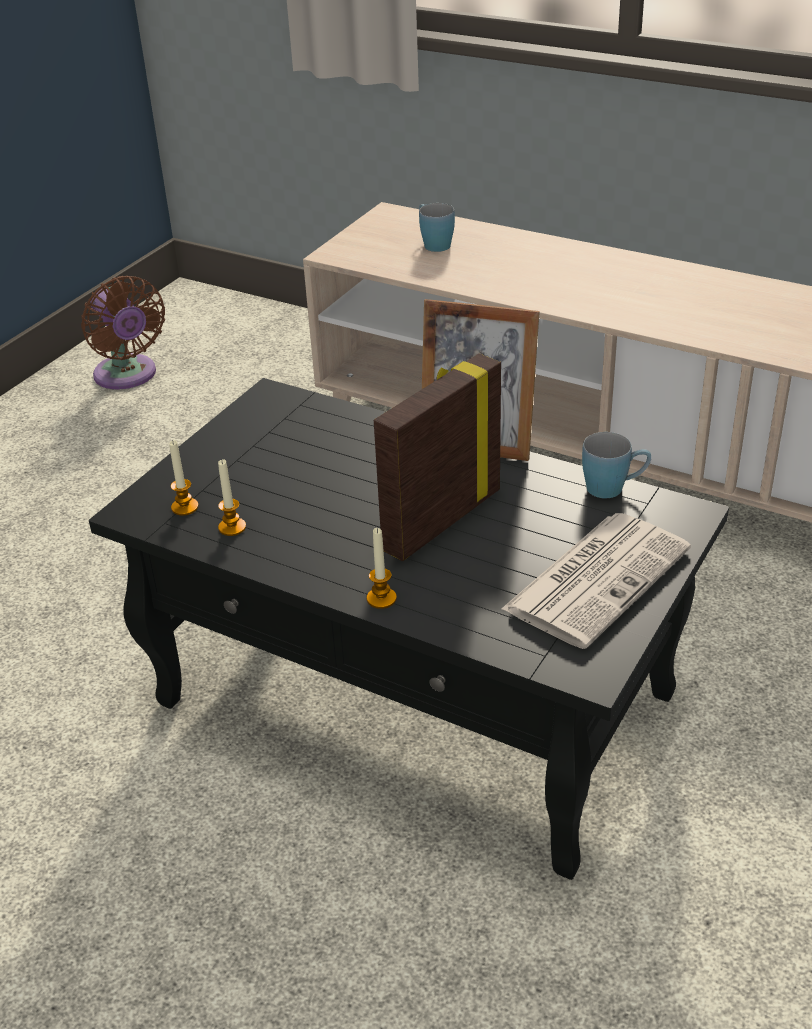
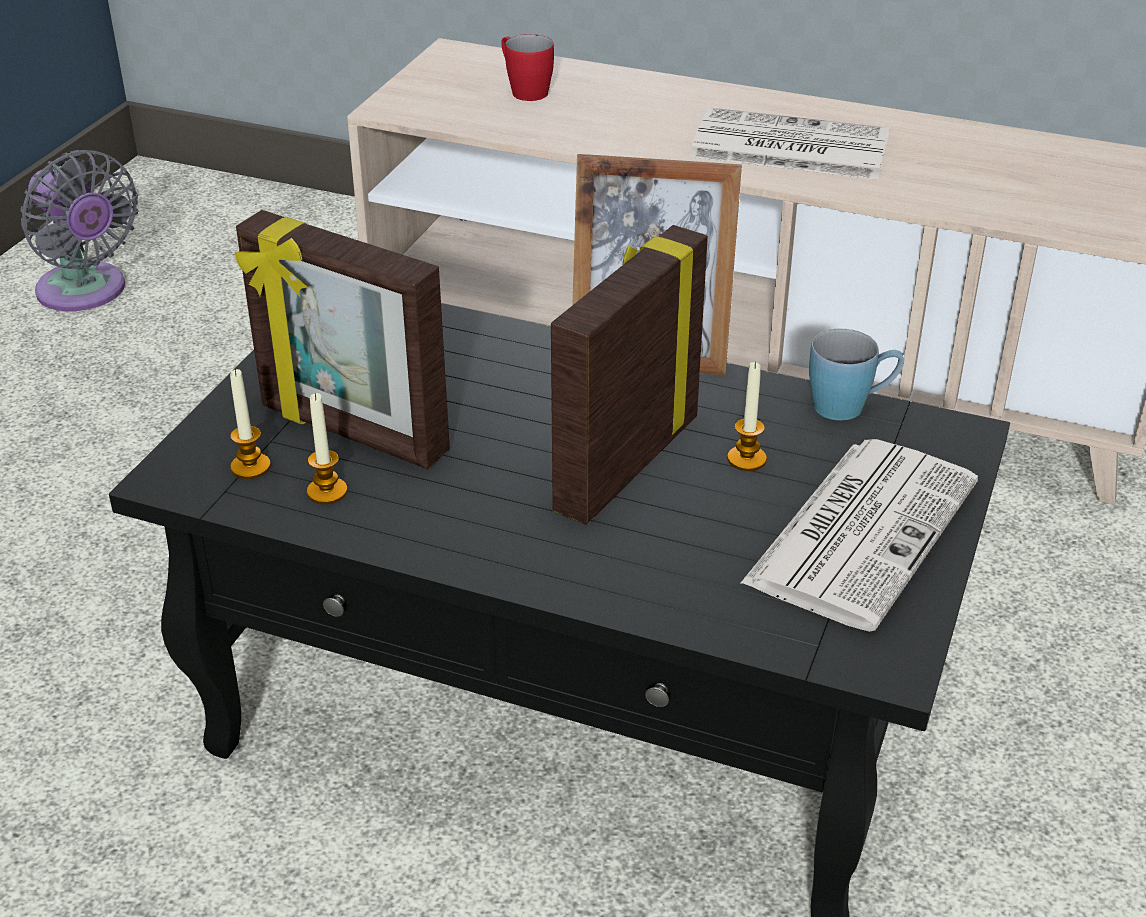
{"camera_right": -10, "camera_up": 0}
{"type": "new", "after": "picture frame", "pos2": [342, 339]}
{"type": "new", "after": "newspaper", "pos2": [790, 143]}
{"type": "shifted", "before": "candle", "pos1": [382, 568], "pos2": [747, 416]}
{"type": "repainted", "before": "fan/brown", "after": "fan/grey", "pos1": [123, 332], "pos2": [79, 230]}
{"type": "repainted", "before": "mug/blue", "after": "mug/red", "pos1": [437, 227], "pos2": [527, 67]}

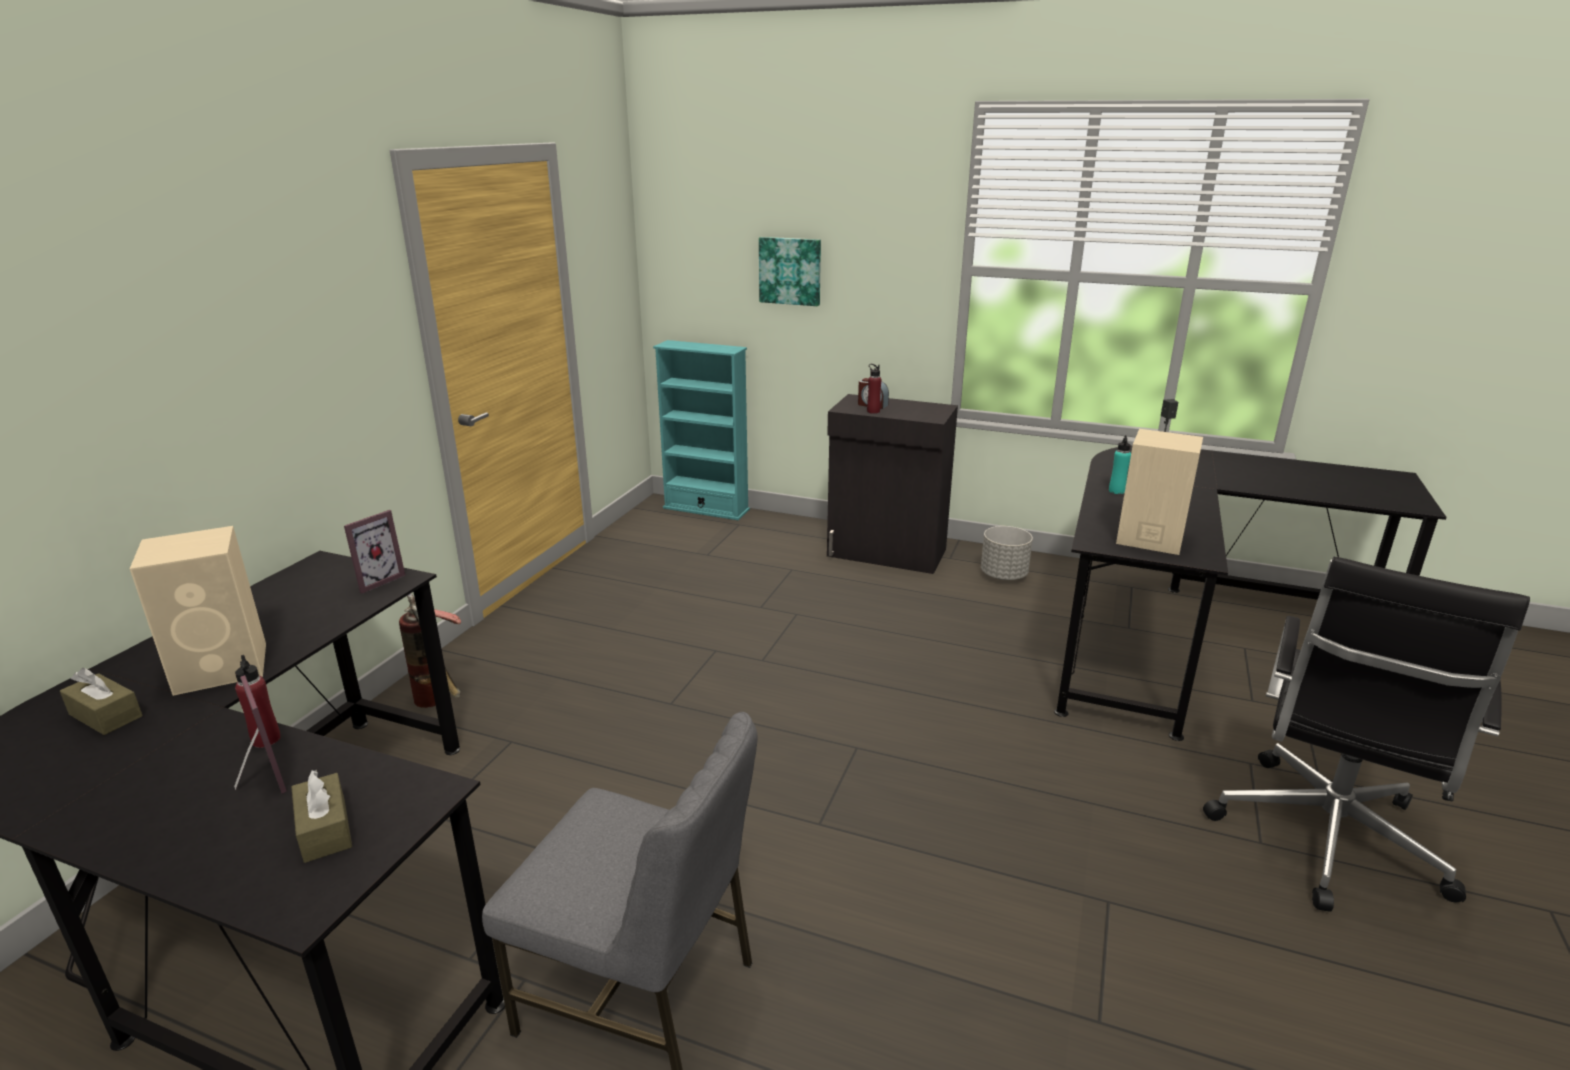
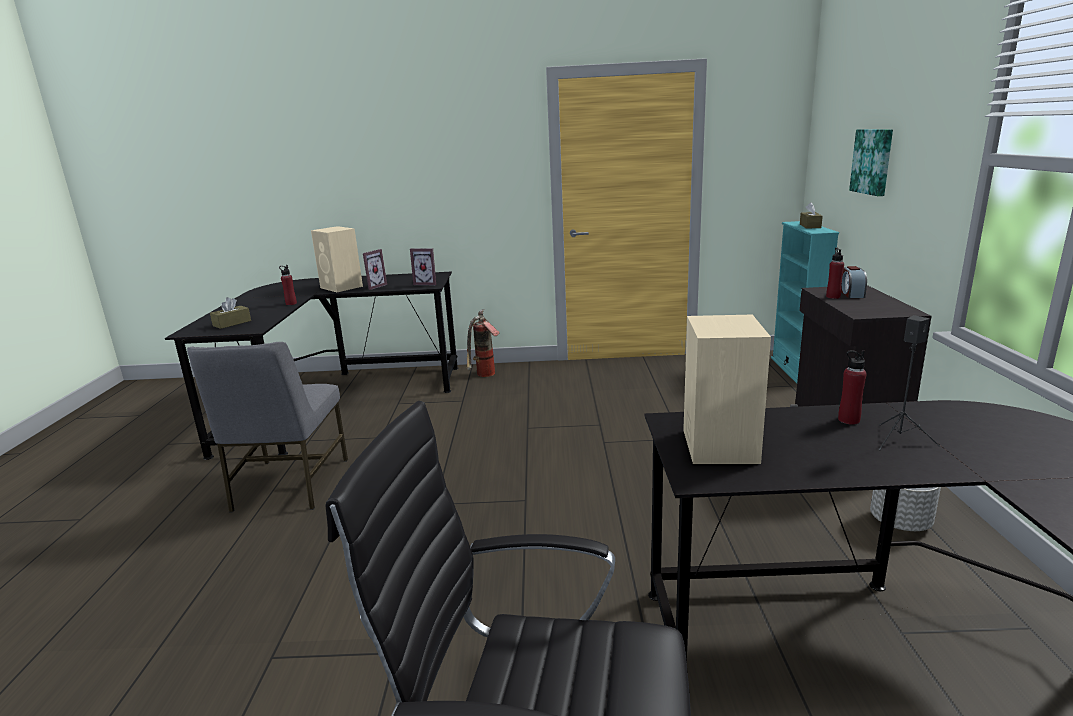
{"camera_right": 70, "camera_up": -5}
{"type": "shifted", "before": "tissue box/brown", "pos1": [101, 701], "pos2": [811, 215]}
{"type": "shifted", "before": "picture frame", "pos1": [260, 734], "pos2": [375, 269]}
{"type": "repainted", "before": "bottle/turquoise", "after": "bottle/red", "pos1": [1120, 464], "pos2": [852, 387]}

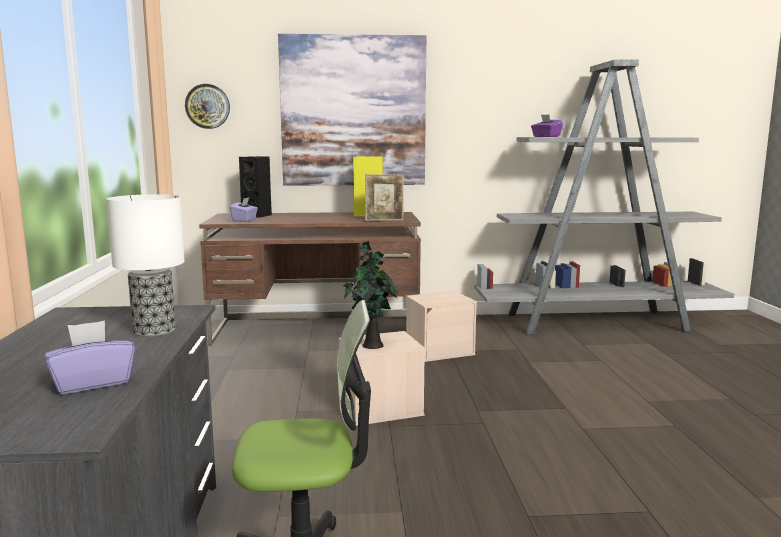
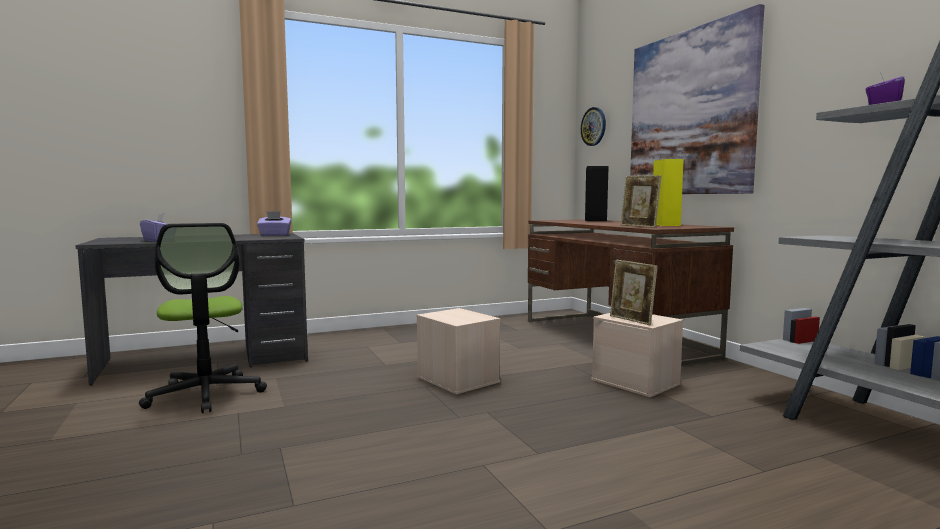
{"camera_right": 70, "camera_up": -5}
{"type": "gone", "before": "table lamp", "pos1": [145, 265]}
{"type": "gone", "before": "potted plant", "pos1": [371, 295]}
{"type": "new", "after": "picture frame", "pos2": [634, 292]}
{"type": "shifted", "before": "tissue box/purple", "pos1": [244, 210], "pos2": [274, 223]}

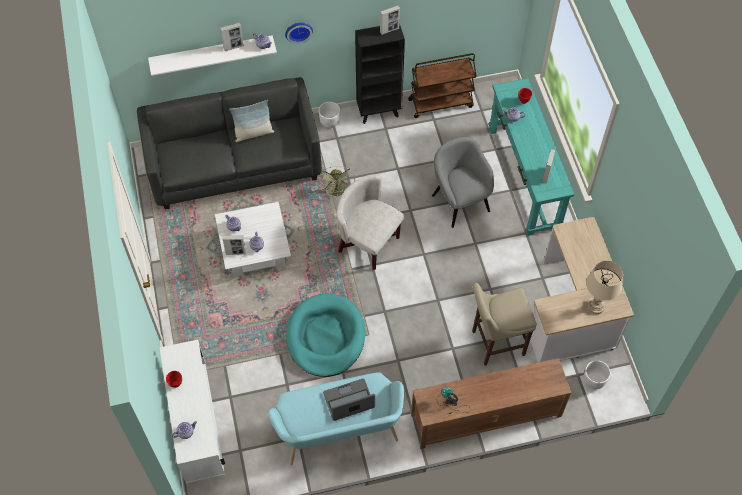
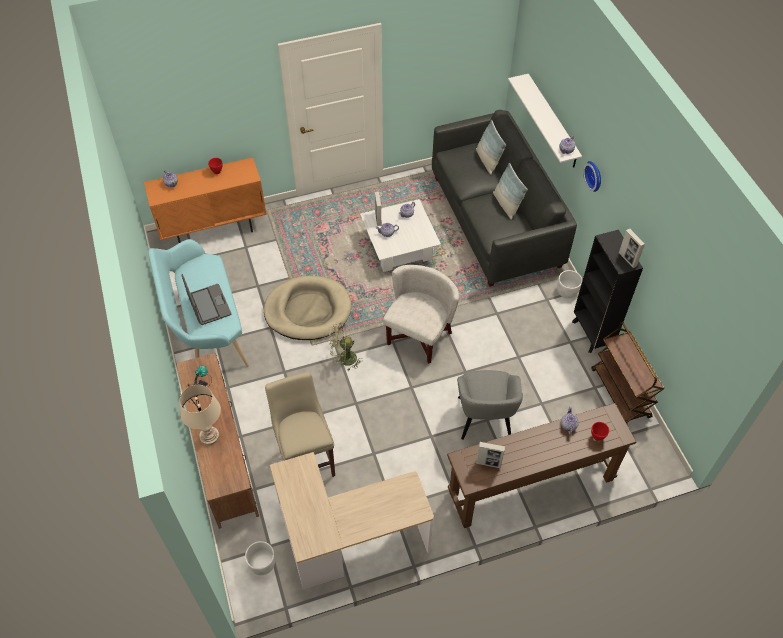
{"camera_right": 85, "camera_up": -5}
{"type": "gone", "before": "picture frame", "pos1": [232, 37]}
{"type": "new", "after": "pillow", "pos2": [491, 147]}
{"type": "shifted", "before": "fan/green", "pos1": [336, 181], "pos2": [346, 347]}
{"type": "shifted", "before": "table lamp/beige", "pos1": [604, 287], "pos2": [200, 415]}
{"type": "repainted", "before": "cabinet/white", "after": "cabinet/orange", "pos1": [192, 411], "pos2": [205, 200]}
{"type": "repainted", "before": "dog bed/turquoise", "after": "dog bed/beige", "pos1": [325, 335], "pos2": [308, 308]}
{"type": "repainted", "before": "console table/turquoise", "after": "console table/brown", "pos1": [531, 157], "pos2": [542, 465]}
{"type": "rotated", "before": "armchair/grey", "pos1": [463, 182], "pos2": [490, 405], "turn": 120}

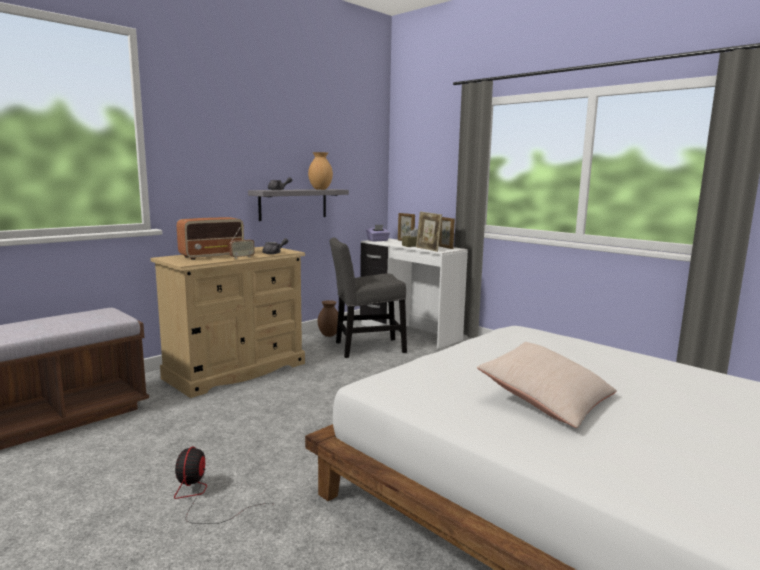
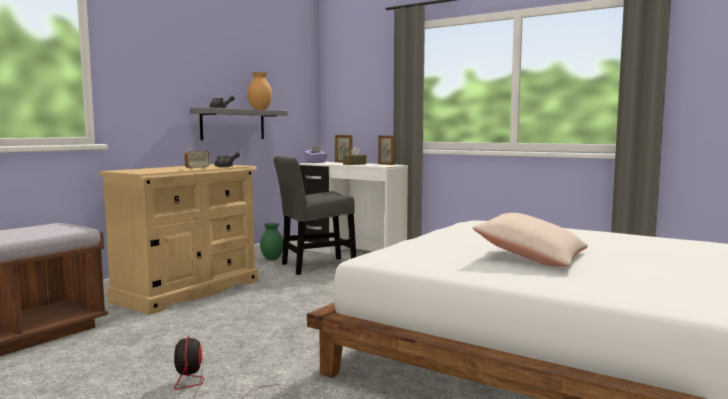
{"camera_right": -10, "camera_up": -5}
{"type": "gone", "before": "radio", "pos1": [210, 238]}
{"type": "gone", "before": "picture frame", "pos1": [429, 231]}
{"type": "repainted", "before": "vase/brown", "after": "vase/green", "pos1": [328, 318], "pos2": [271, 241]}

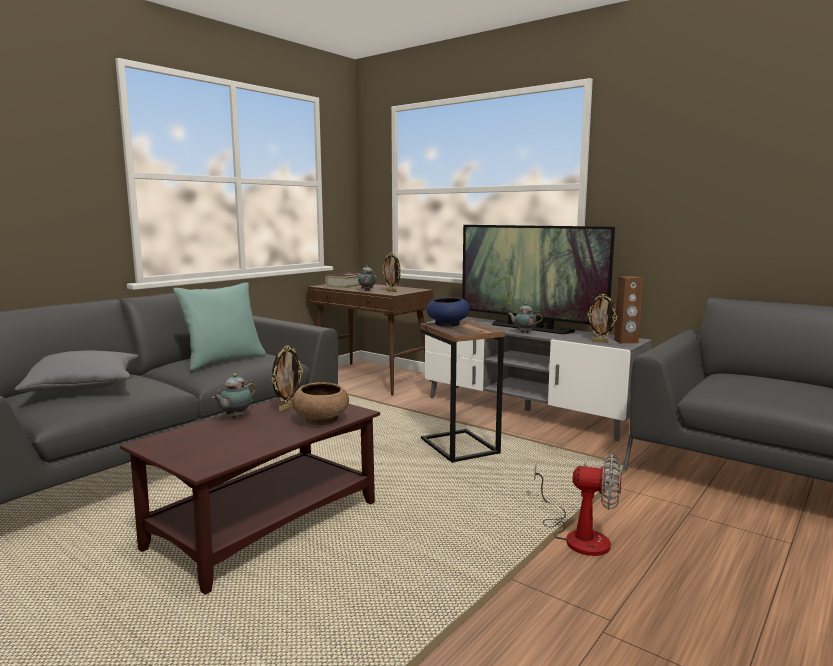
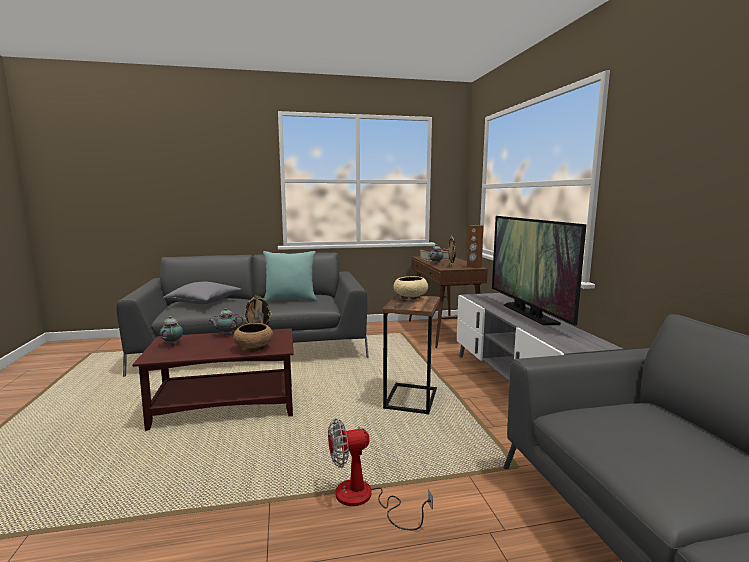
{"camera_right": 40, "camera_up": 0}
{"type": "gone", "before": "picture frame", "pos1": [602, 318]}
{"type": "shifted", "before": "teapot", "pos1": [525, 318], "pos2": [171, 331]}
{"type": "shifted", "before": "speaker/brown", "pos1": [628, 310], "pos2": [475, 246]}
{"type": "repainted", "before": "bowl/blue", "after": "bowl/beige", "pos1": [448, 311], "pos2": [410, 288]}
{"type": "rotated", "before": "fan", "pos1": [578, 505], "pos2": [380, 474], "turn": 105}

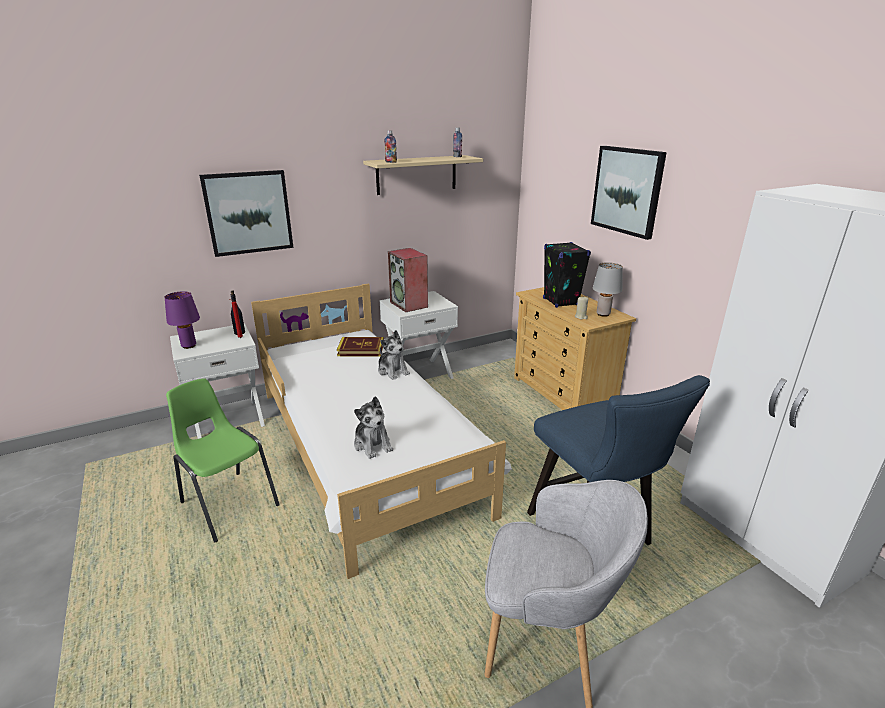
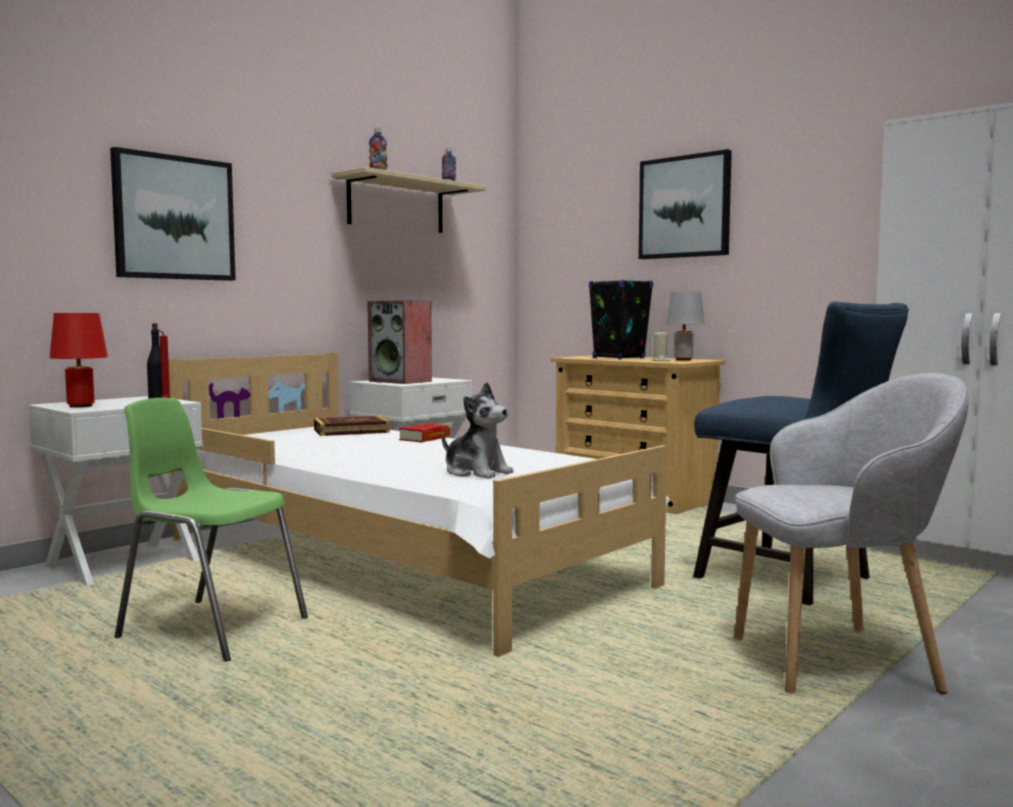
{"camera_right": -20, "camera_up": -20}
{"type": "swapped", "before": "plush toy", "after": "book", "pos1": [394, 355], "pos2": [424, 432]}
{"type": "repainted", "before": "table lamp/purple", "after": "table lamp/red", "pos1": [182, 320], "pos2": [79, 360]}

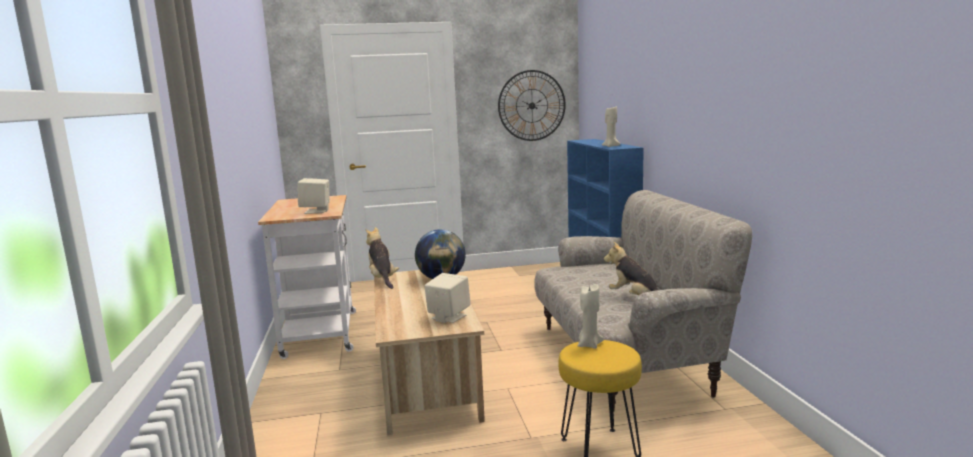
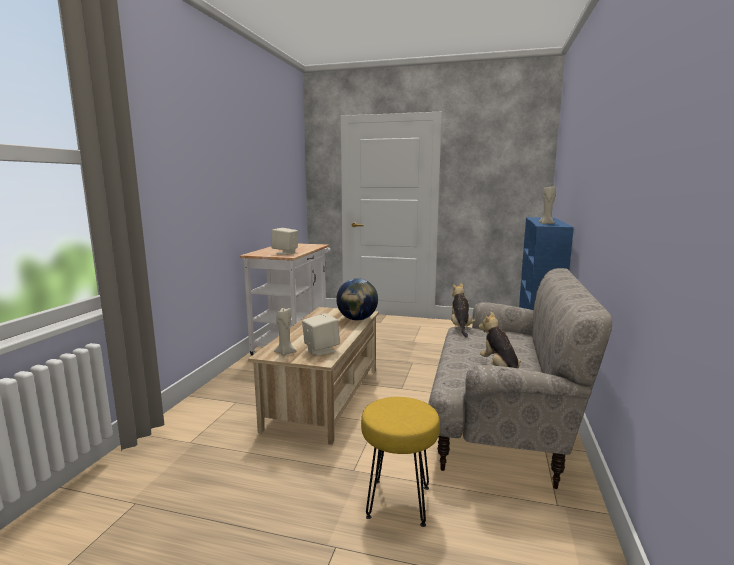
{"camera_right": 25, "camera_up": 0}
{"type": "gone", "before": "wall clock", "pos1": [532, 105]}
{"type": "shifted", "before": "plush toy", "pos1": [382, 258], "pos2": [463, 310]}
{"type": "shifted", "before": "candle/beige", "pos1": [591, 316], "pos2": [285, 332]}

